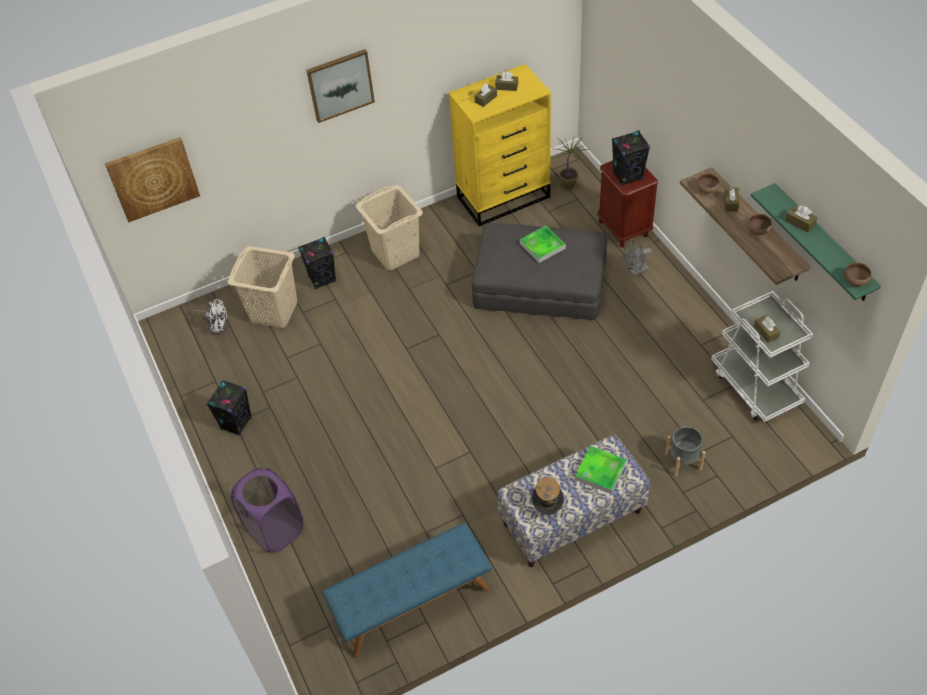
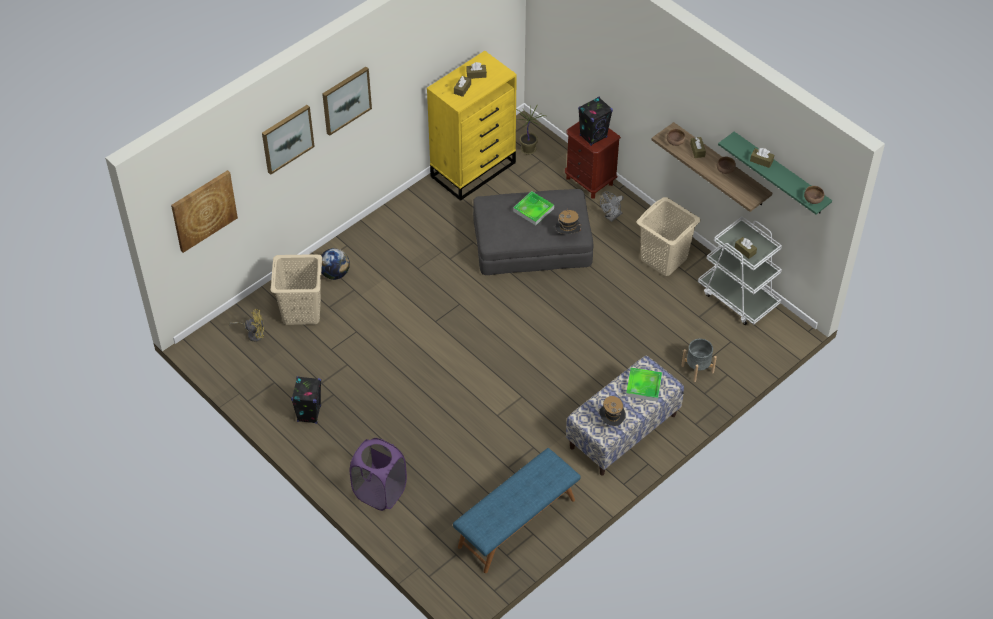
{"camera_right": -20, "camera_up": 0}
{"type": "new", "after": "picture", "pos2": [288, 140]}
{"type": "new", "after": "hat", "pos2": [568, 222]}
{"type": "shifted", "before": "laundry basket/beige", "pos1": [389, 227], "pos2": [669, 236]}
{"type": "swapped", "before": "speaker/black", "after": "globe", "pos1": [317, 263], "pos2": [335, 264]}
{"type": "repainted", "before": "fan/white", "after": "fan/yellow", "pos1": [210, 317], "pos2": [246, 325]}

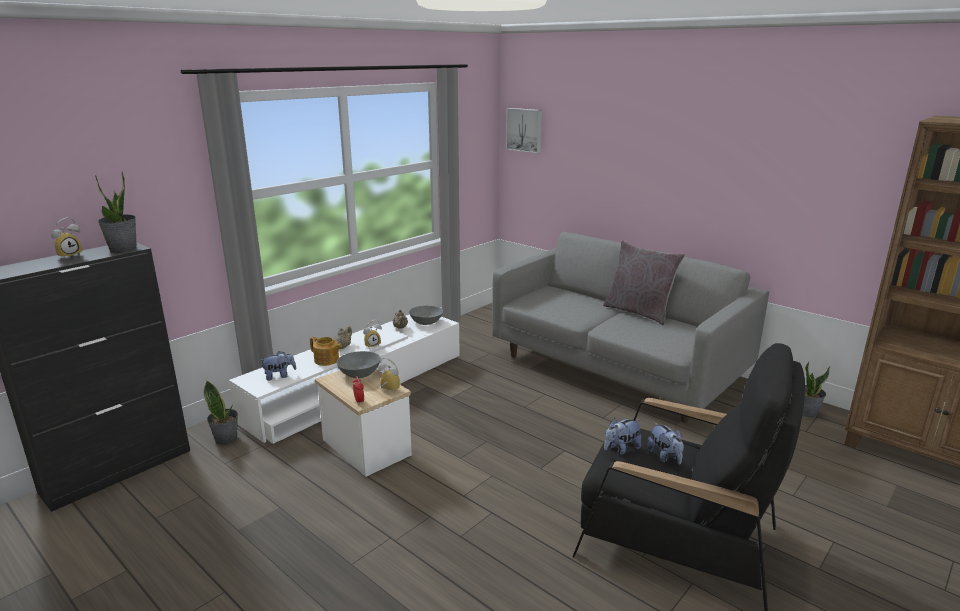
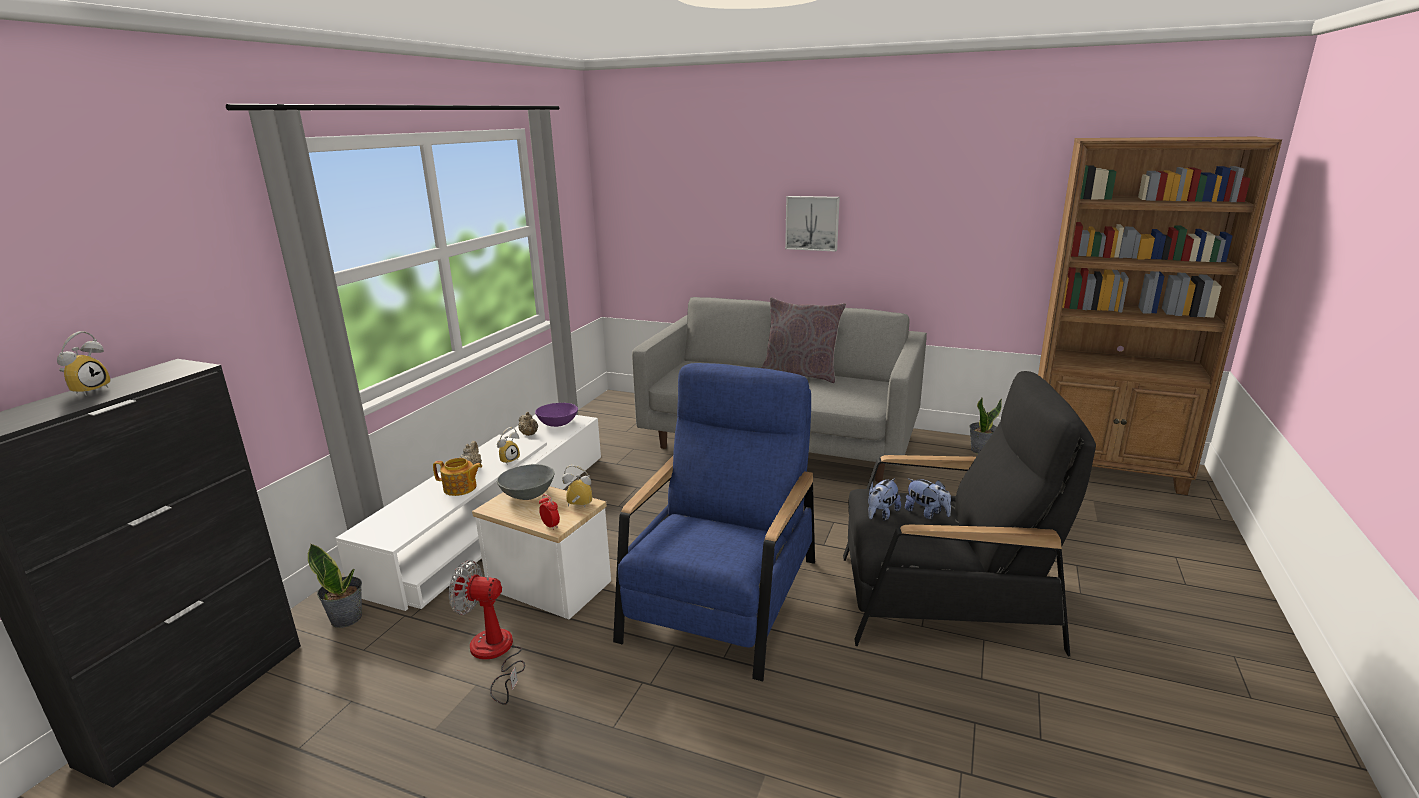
{"camera_right": -20, "camera_up": 0}
{"type": "gone", "before": "potted plant", "pos1": [116, 212]}
{"type": "gone", "before": "plush toy", "pos1": [277, 366]}
{"type": "new", "after": "fan", "pos2": [487, 632]}
{"type": "new", "after": "armchair/blue", "pos2": [714, 522]}
{"type": "shifted", "before": "picture", "pos1": [524, 131], "pos2": [812, 224]}
{"type": "repainted", "before": "bowl/grey", "after": "bowl/purple", "pos1": [426, 315], "pos2": [556, 415]}

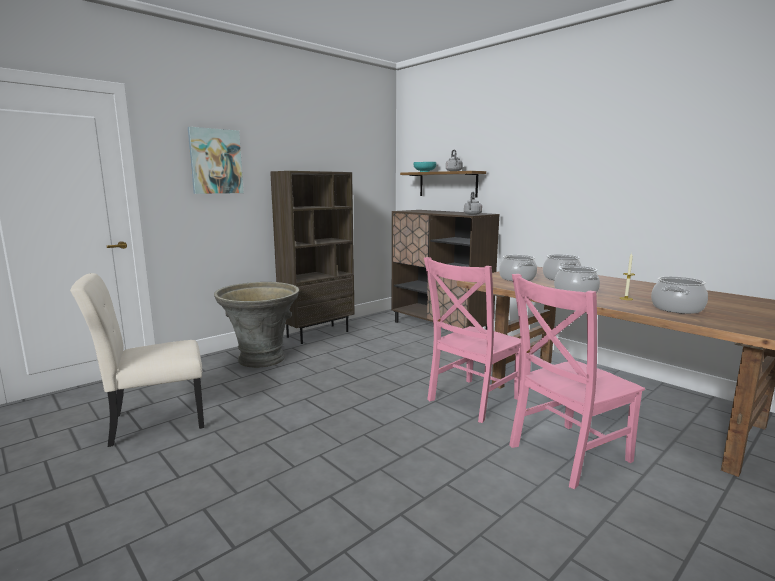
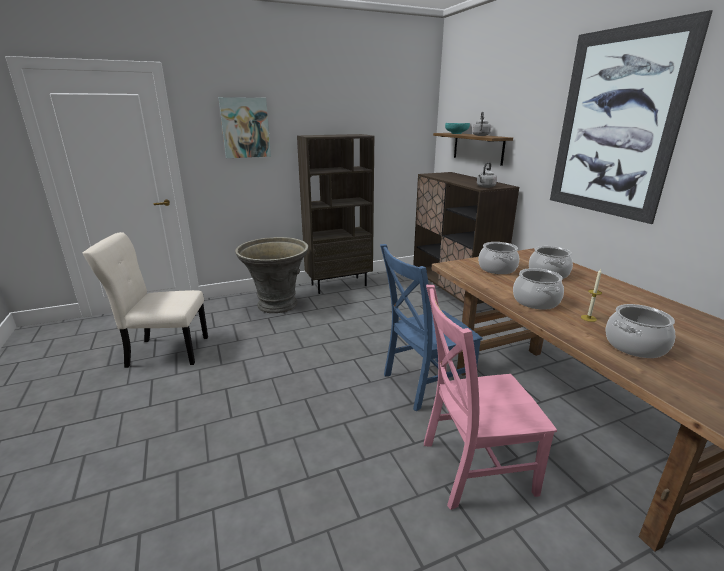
{"camera_right": 20, "camera_up": 10}
{"type": "new", "after": "picture", "pos2": [631, 117]}
{"type": "repainted", "before": "chair/pink", "after": "chair/blue", "pos1": [473, 340], "pos2": [431, 327]}

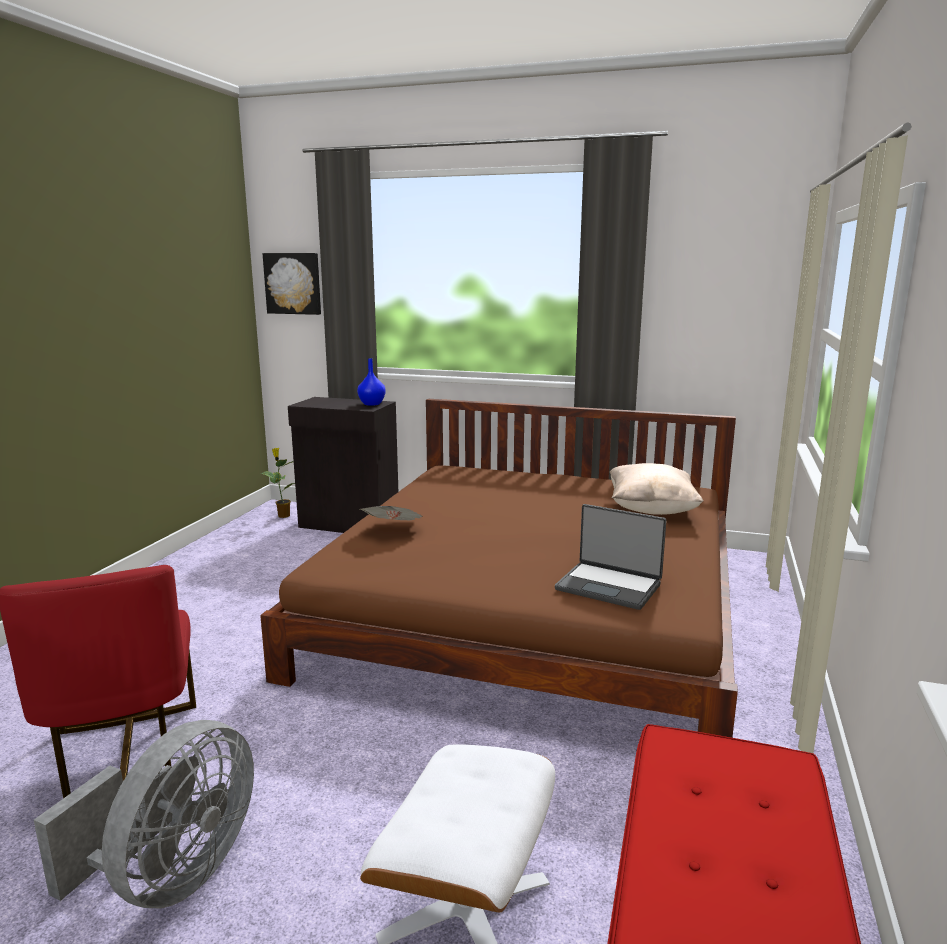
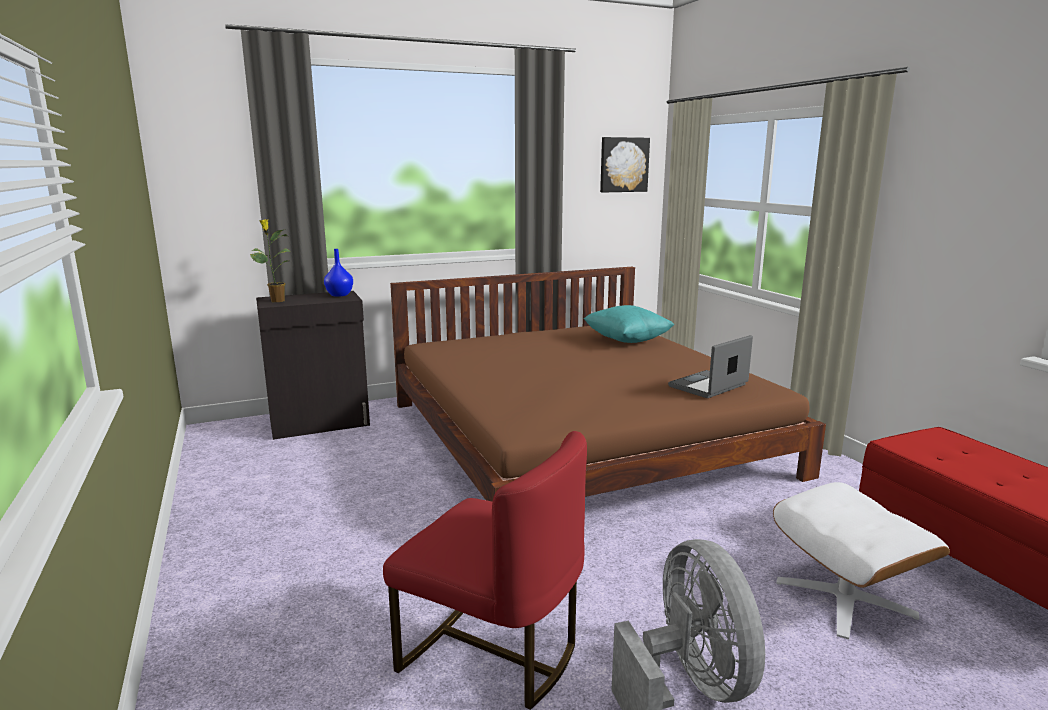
{"camera_right": -40, "camera_up": 0}
{"type": "gone", "before": "newspaper", "pos1": [391, 513]}
{"type": "shifted", "before": "potted plant", "pos1": [278, 483], "pos2": [270, 260]}
{"type": "shifted", "before": "picture", "pos1": [292, 284], "pos2": [625, 164]}
{"type": "repainted", "before": "pillow/beige", "after": "pillow/turquoise", "pos1": [656, 489], "pos2": [628, 324]}
{"type": "rotated", "before": "laptop", "pos1": [611, 557], "pos2": [710, 366], "turn": 150}

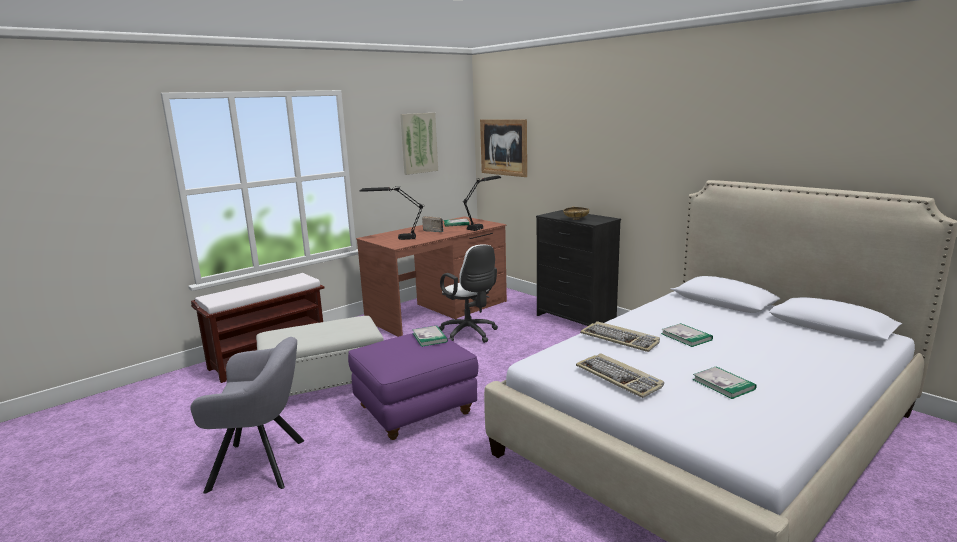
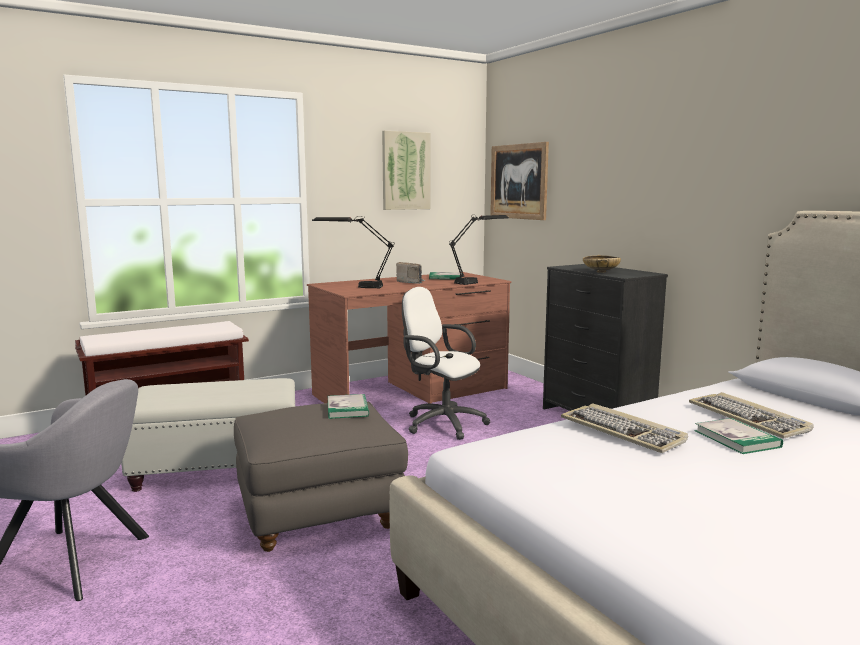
{"camera_right": 10, "camera_up": -5}
{"type": "gone", "before": "book", "pos1": [725, 382]}
{"type": "shifted", "before": "keyboard", "pos1": [620, 375], "pos2": [751, 415]}
{"type": "repainted", "before": "ottoman/purple", "after": "ottoman/grey", "pos1": [413, 386], "pos2": [321, 477]}
{"type": "rotated", "before": "office chair/white", "pos1": [468, 293], "pos2": [446, 363], "turn": 150}

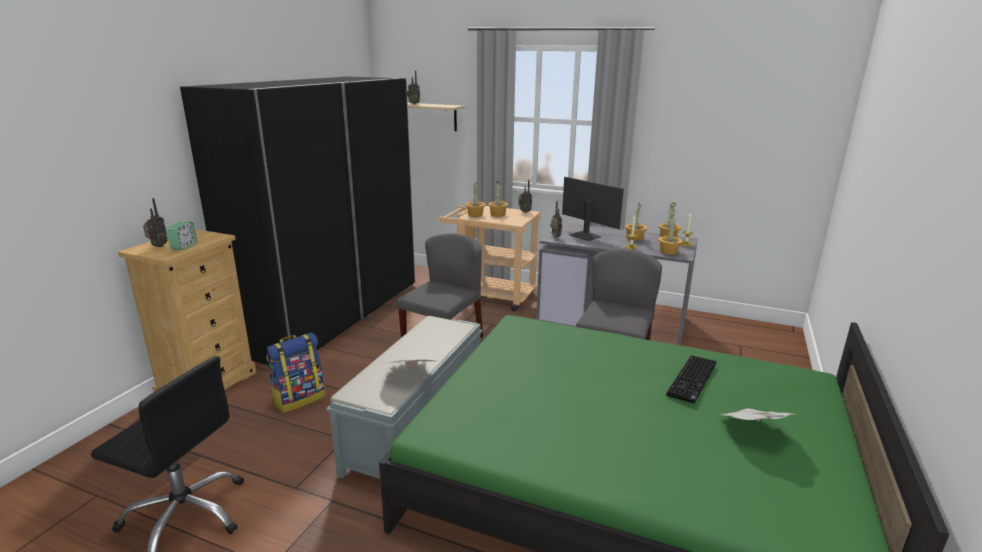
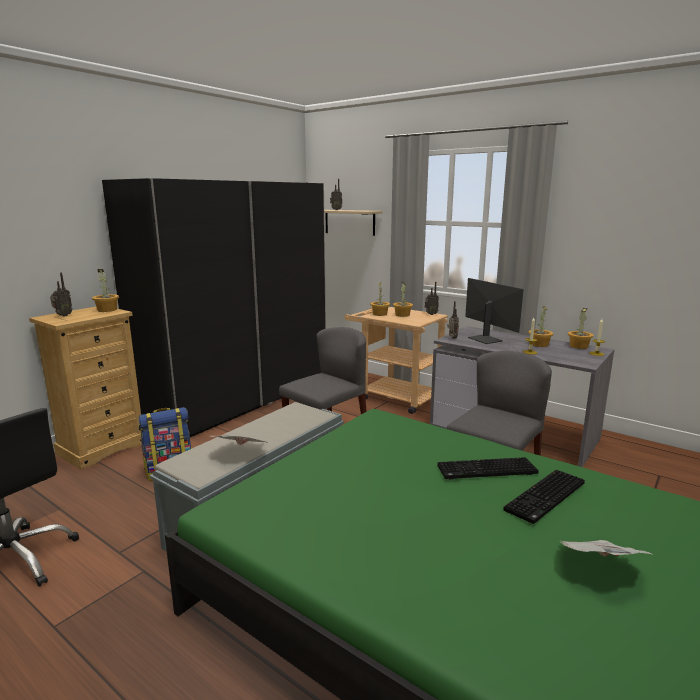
{"camera_right": 15, "camera_up": -5}
{"type": "gone", "before": "alarm clock", "pos1": [181, 235]}
{"type": "new", "after": "keyboard", "pos2": [488, 468]}
{"type": "shifted", "before": "potted plant", "pos1": [670, 235], "pos2": [105, 290]}

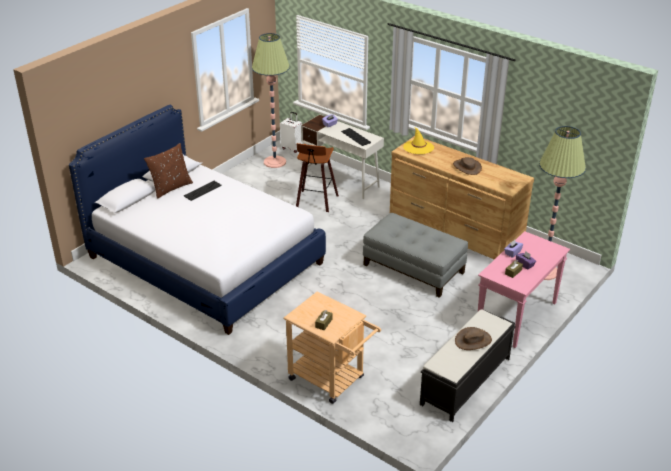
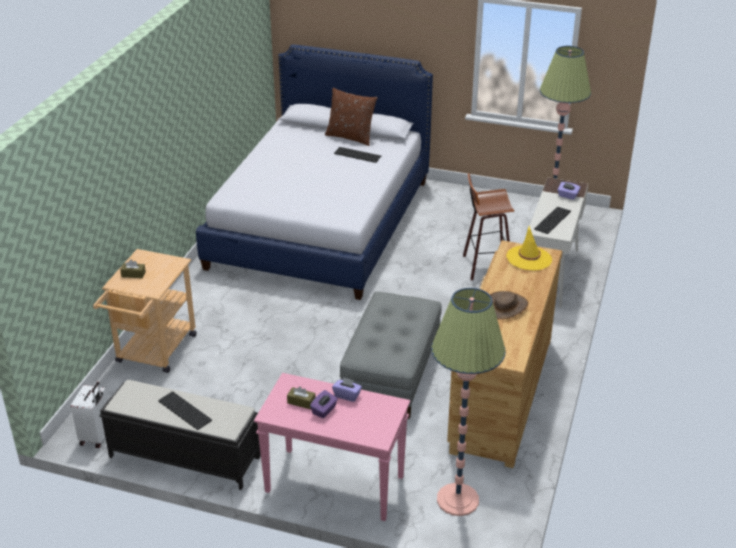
{"camera_right": 70, "camera_up": 0}
{"type": "shifted", "before": "suitcase/white", "pos1": [291, 132], "pos2": [89, 415]}
{"type": "swapped", "before": "hat/brown", "after": "keyboard", "pos1": [473, 338], "pos2": [185, 410]}

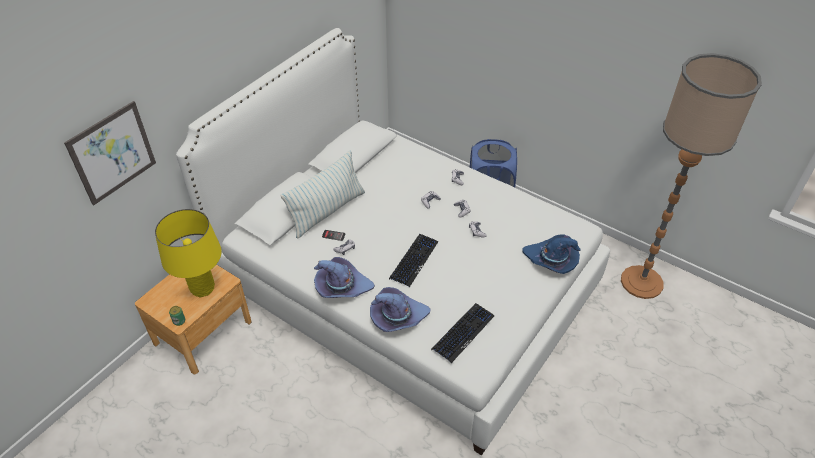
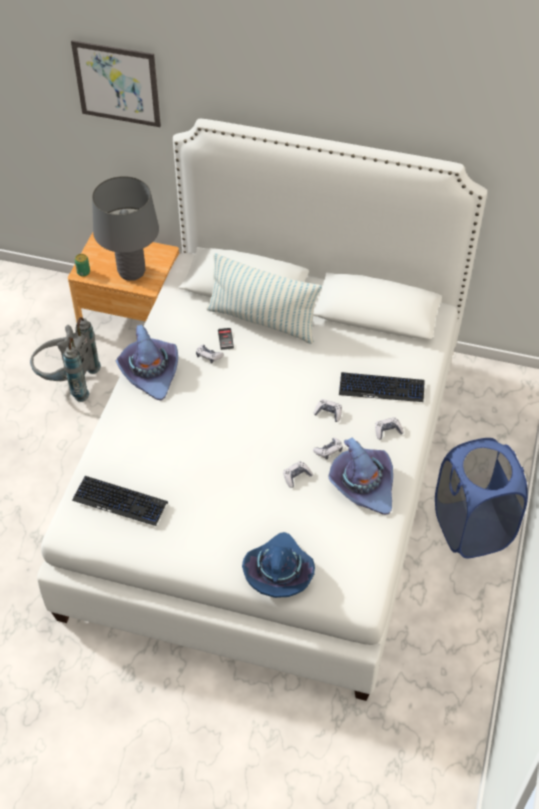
{"camera_right": 70, "camera_up": 5}
{"type": "gone", "before": "floor lamp", "pos1": [691, 176]}
{"type": "new", "after": "backpack/grey", "pos2": [65, 359]}
{"type": "shifted", "before": "hat/purple", "pos1": [400, 309], "pos2": [360, 476]}
{"type": "shifted", "before": "keyboard", "pos1": [413, 260], "pos2": [382, 387]}
{"type": "repainted", "before": "table lamp/yellow", "after": "table lamp/grey", "pos1": [188, 253], "pos2": [125, 228]}

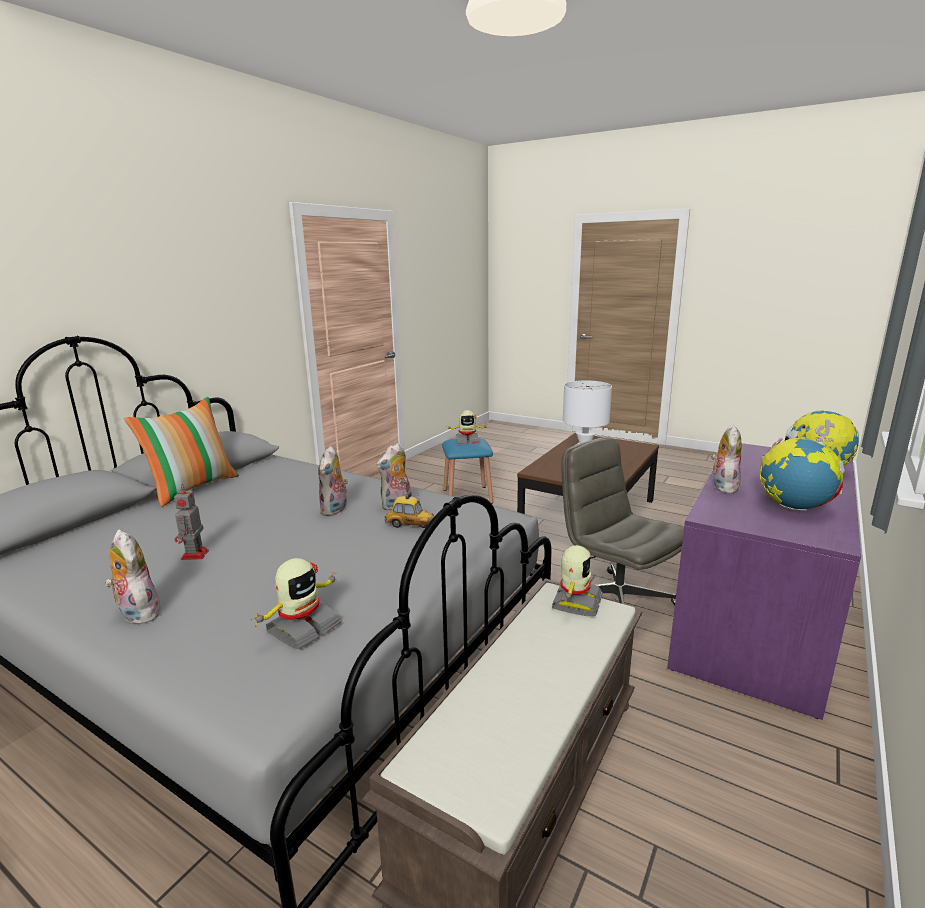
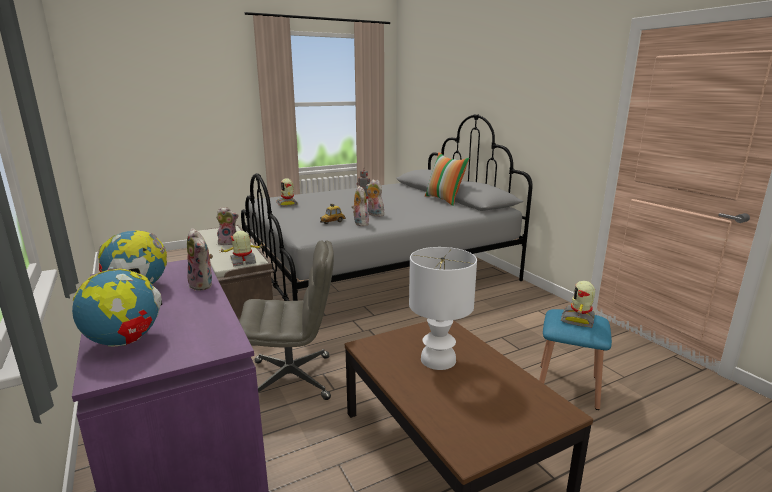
{"camera_right": 120, "camera_up": 0}
{"type": "shifted", "before": "plush toy", "pos1": [133, 577], "pos2": [227, 226]}
{"type": "rotated", "before": "toy robot", "pos1": [577, 580], "pos2": [242, 249], "turn": 105}

